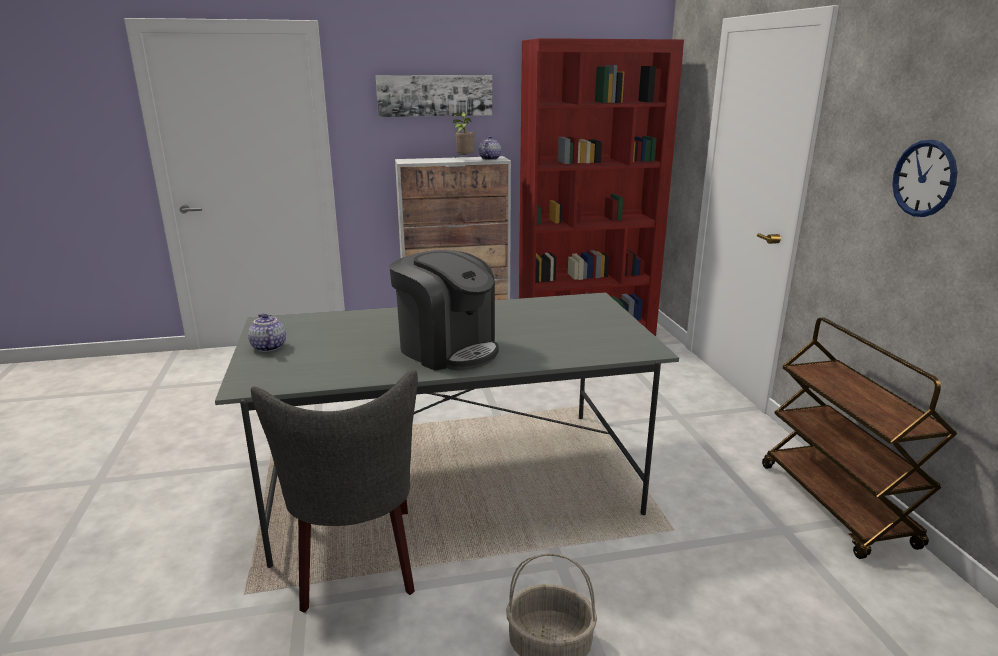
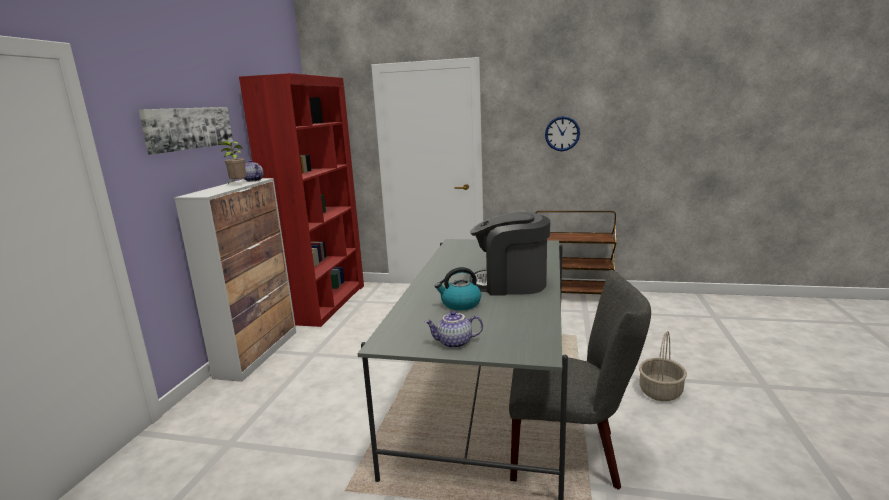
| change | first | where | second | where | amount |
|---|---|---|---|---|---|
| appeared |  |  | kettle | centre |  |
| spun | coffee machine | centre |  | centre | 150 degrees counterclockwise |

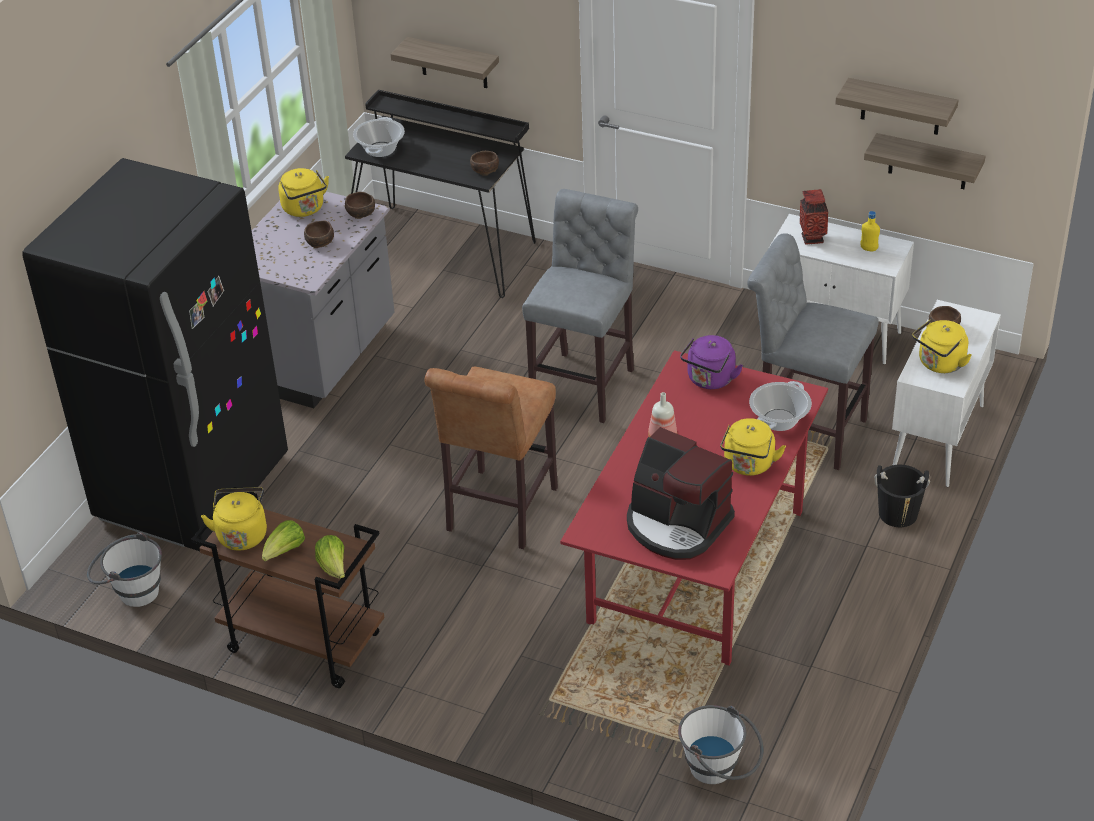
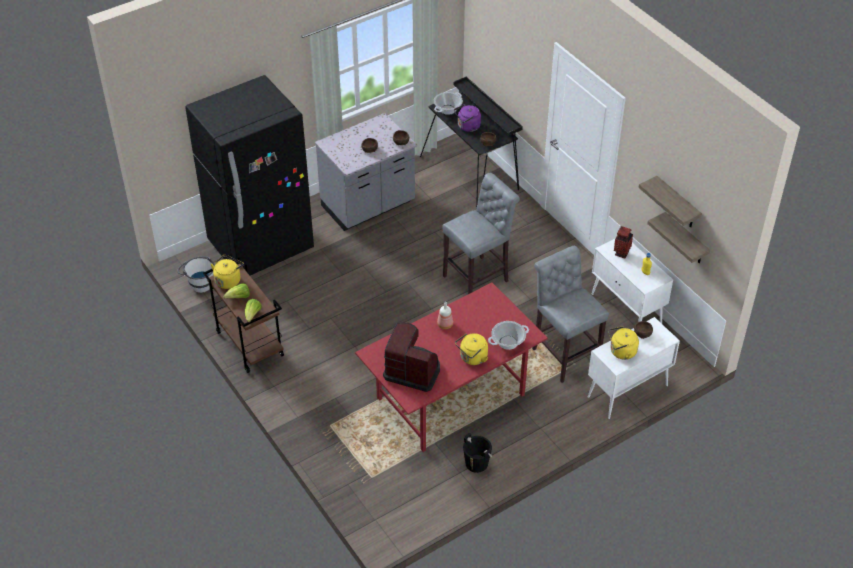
| change | first | where | second | where | amount |
|---|---|---|---|---|---|
| spun | coffee machine | centre |  | centre | 135 degrees clockwise |
| relocated | kettle/purple | centre |  | top centre |  |
| relocated | bucket/black | middle right |  | bottom centre |  |
| missing | kettle/yellow (no. 2 from left) | top left |  |  |  |
| missing | shelf (no. 1 from left) | top centre |  |  |  |
| missing | stool/brown | centre |  |  |  |
| missing | bucket/white (no. 2 from left) | bottom centre |  |  |  |

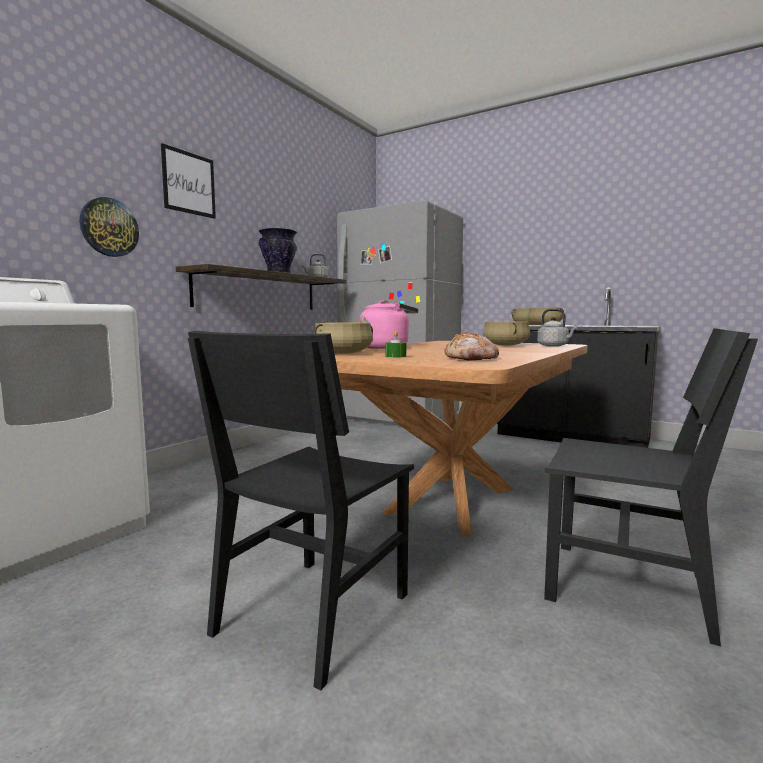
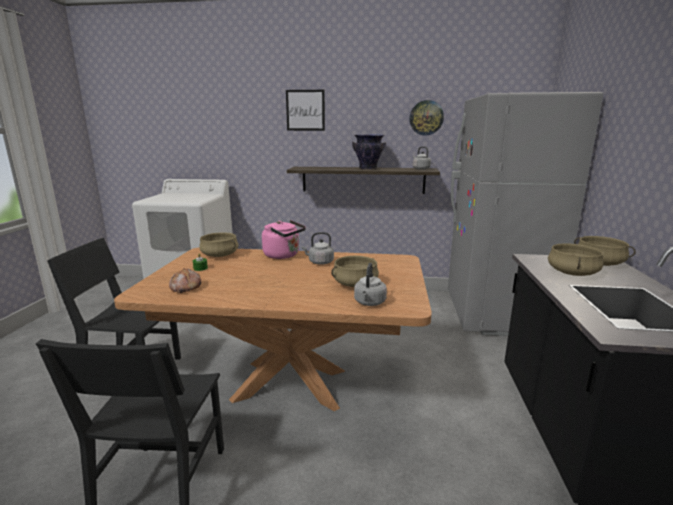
| change | first | where | second | where | amount |
|---|---|---|---|---|---|
| appeared |  |  | kettle/grey (no. 1 from left) | centre |  |
| relocated | wall clock | top left |  | top centre |  |

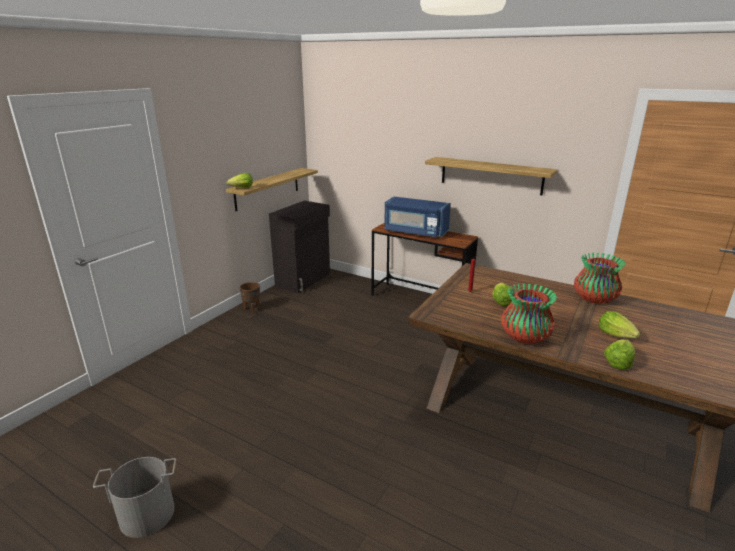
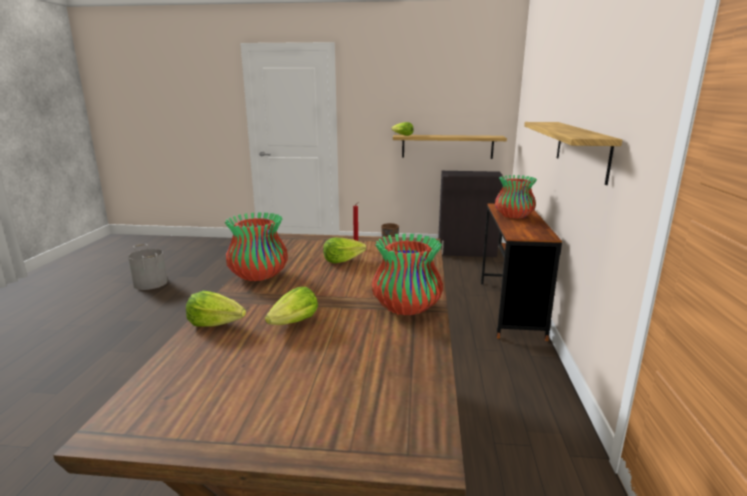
| change | first | where | second | where | amount |
|---|---|---|---|---|---|
| exchanged | microwave/blue | centre | vase (no. 3 from left) | middle right |  |

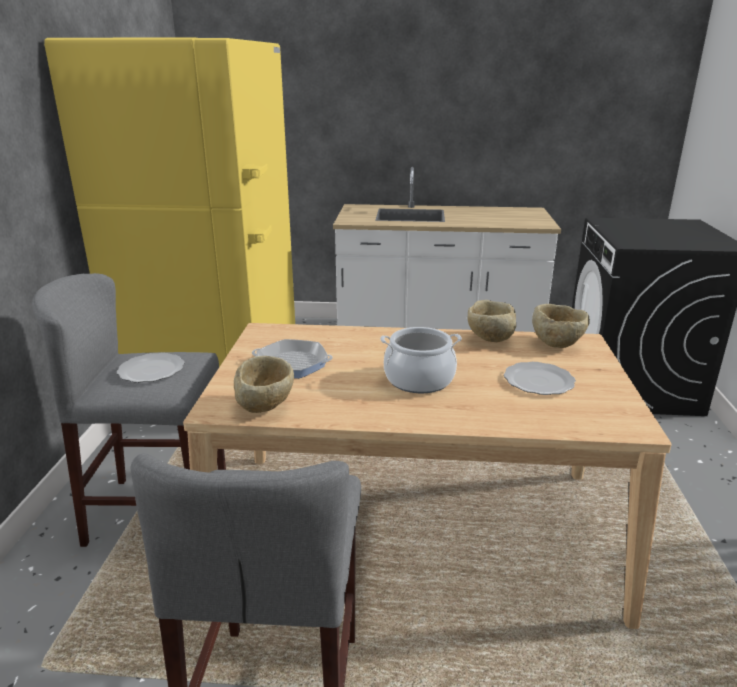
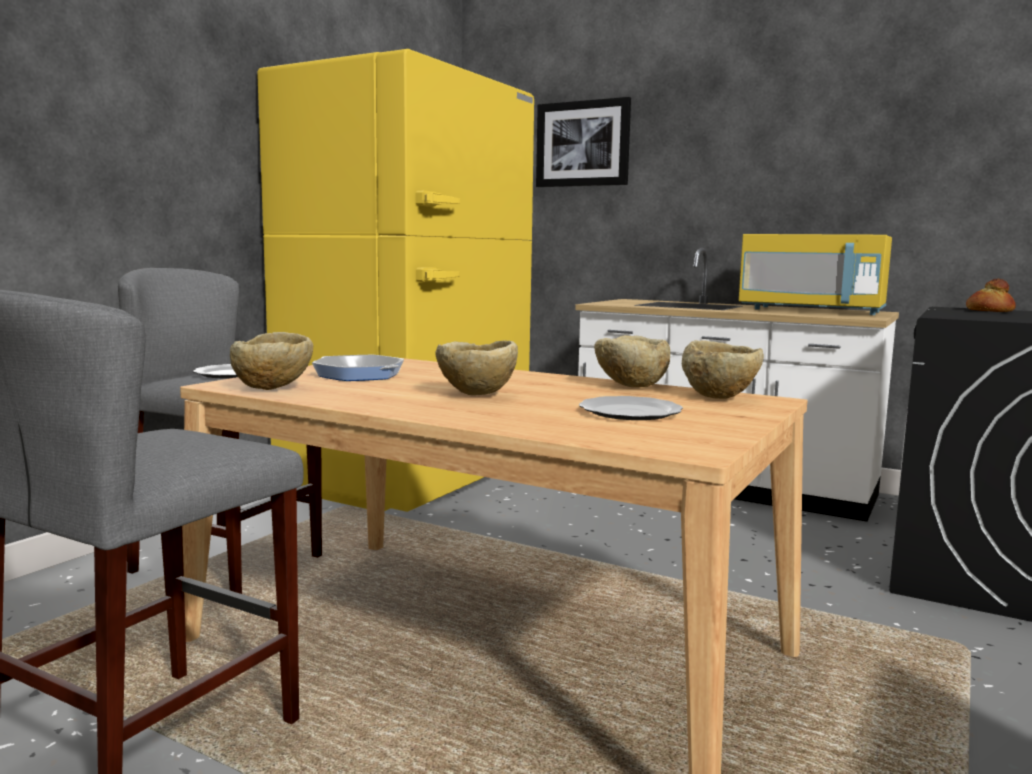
| change | first | where | second | where | amount |
|---|---|---|---|---|---|
| exchanged | cooking pot | centre | bowl/beige (no. 2 from left) | centre |  |
| appeared |  |  | picture | top centre |  |
| appeared |  |  | microwave/yellow | middle right |  |
| appeared |  |  | bread | middle right |  |

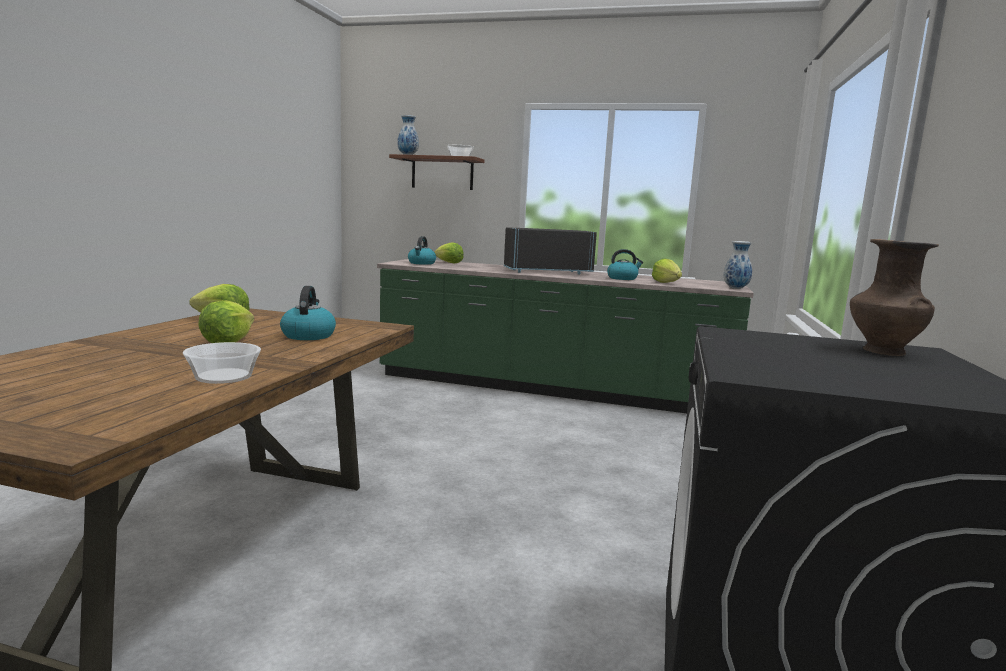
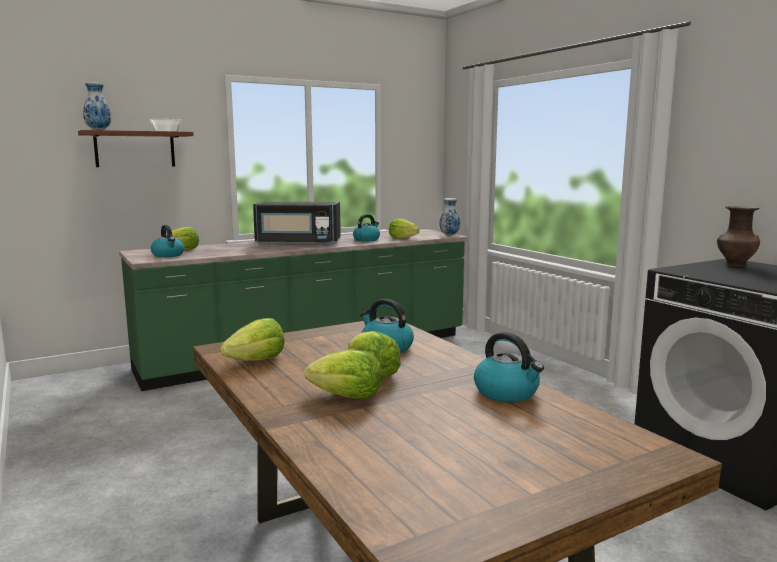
| change | first | where | second | where | amount |
|---|---|---|---|---|---|
| spun | microwave/black | centre |  | centre | 120 degrees counterclockwise |
| appeared |  |  | lettuce (no. 3 from left) | centre |  |
| exchanged | bowl (no. 1 from left) | middle left | kettle (no. 4 from left) | centre |  |

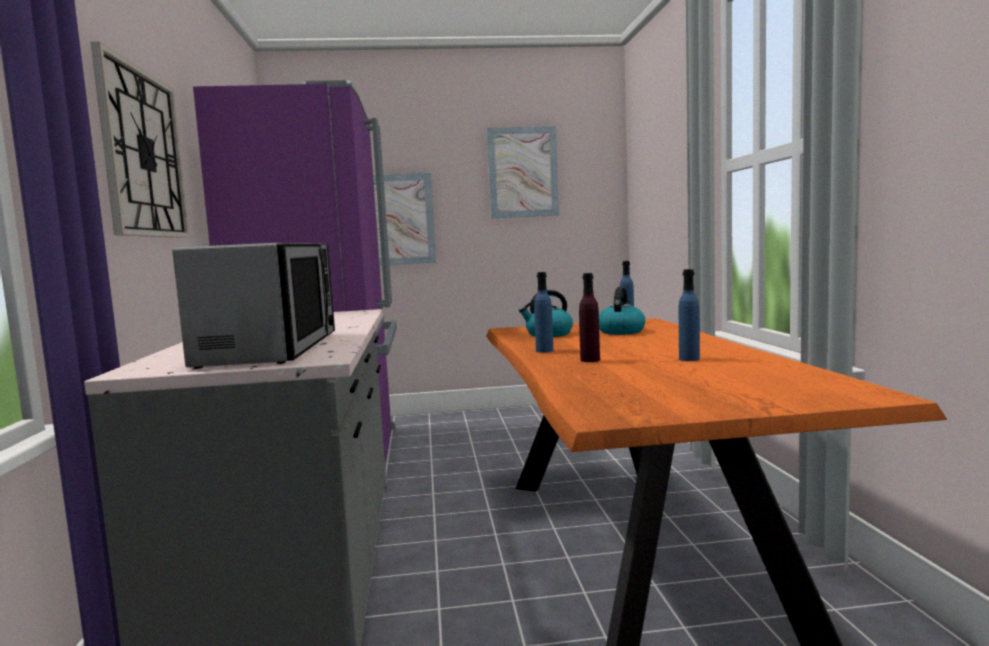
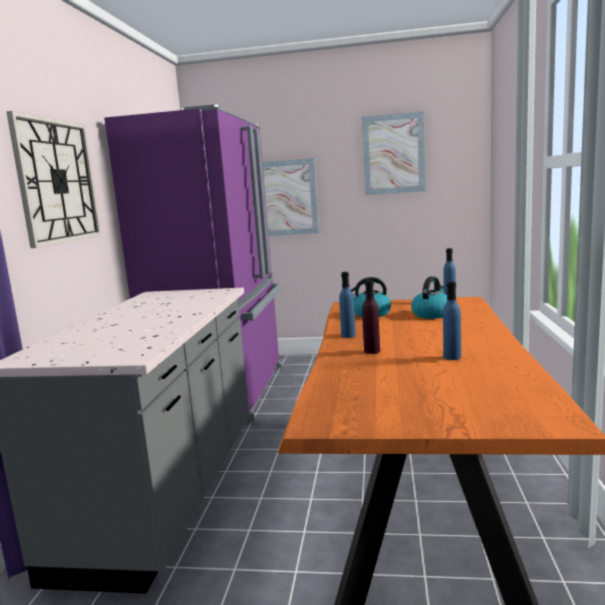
| change | first | where | second | where | amount |
|---|---|---|---|---|---|
| missing | microwave | middle left |  |  |  |

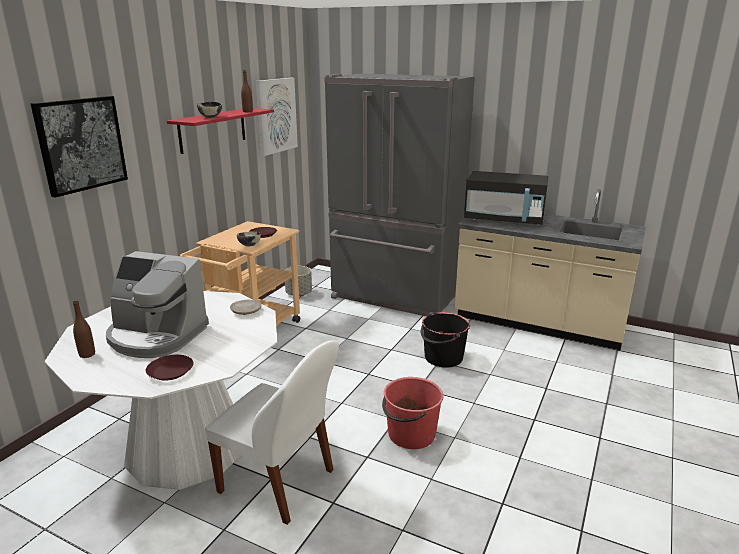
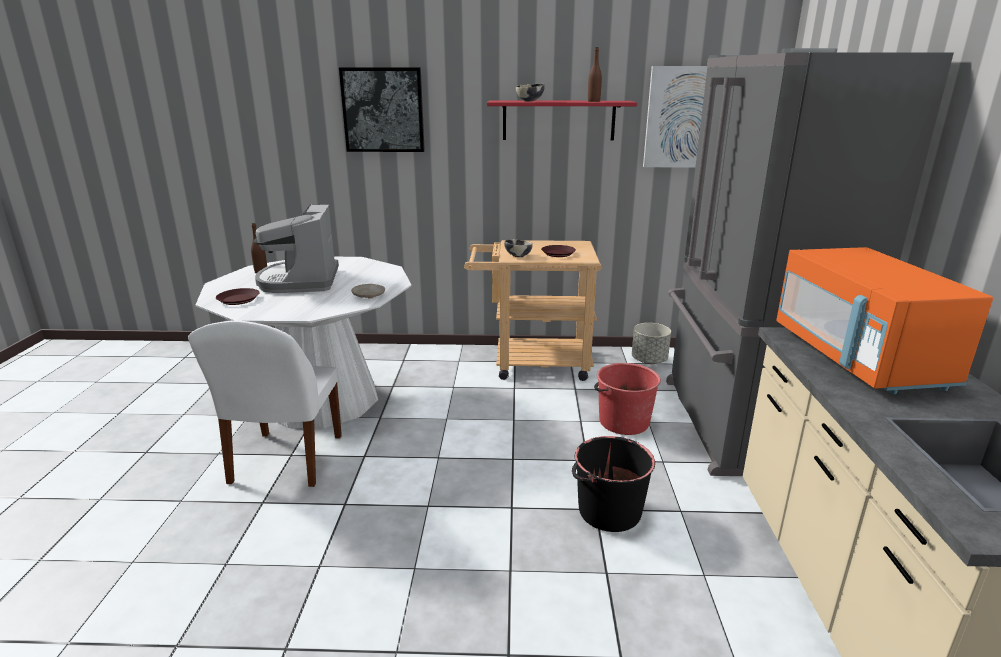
| change | first | where | second | where | amount |
|---|---|---|---|---|---|
| relocated | bucket/red | bottom centre |  | centre |  |
| colour | microwave/black | middle right | microwave/orange | middle right |  |

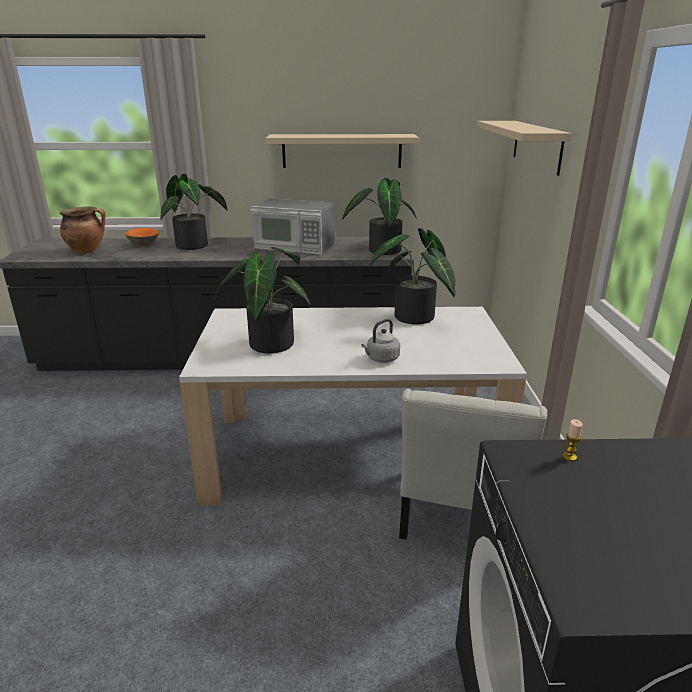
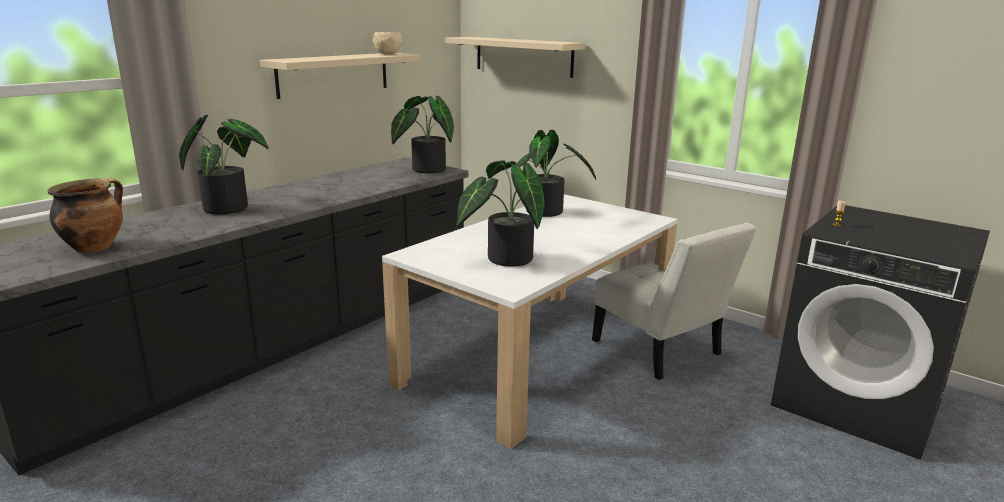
| change | first | where | second | where | amount |
|---|---|---|---|---|---|
| appeared |  |  | bowl/beige | top centre |  |
| missing | bowl/orange | middle left |  |  |  |
| missing | microwave | top centre |  |  |  |
| missing | kettle/grey | centre |  |  |  |

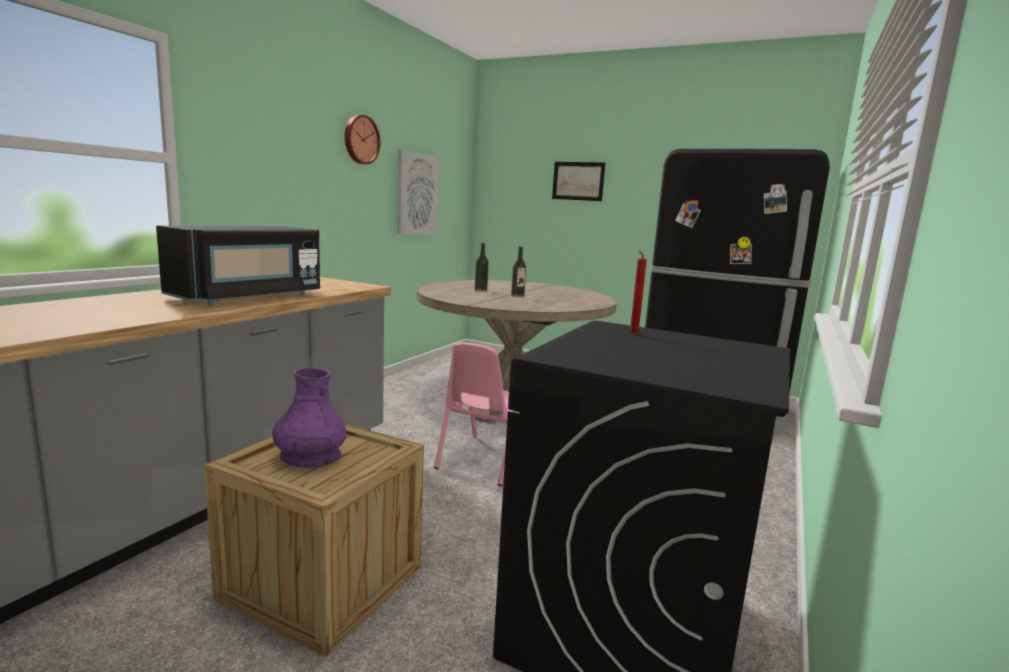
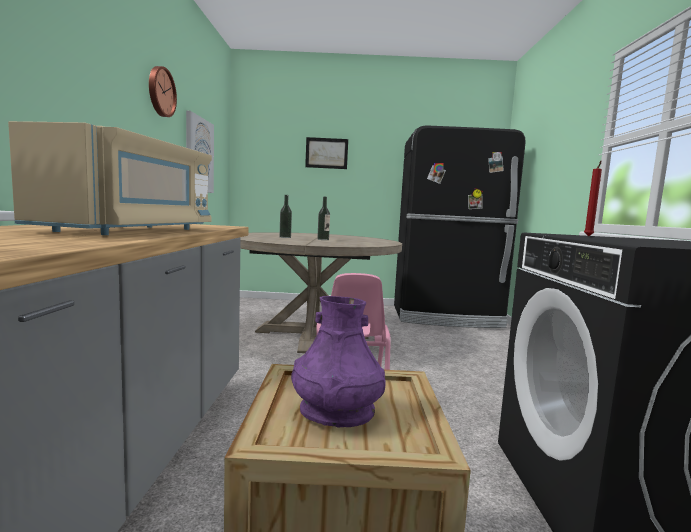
| change | first | where | second | where | amount |
|---|---|---|---|---|---|
| colour | microwave/black | middle left | microwave/beige | middle left |  |

